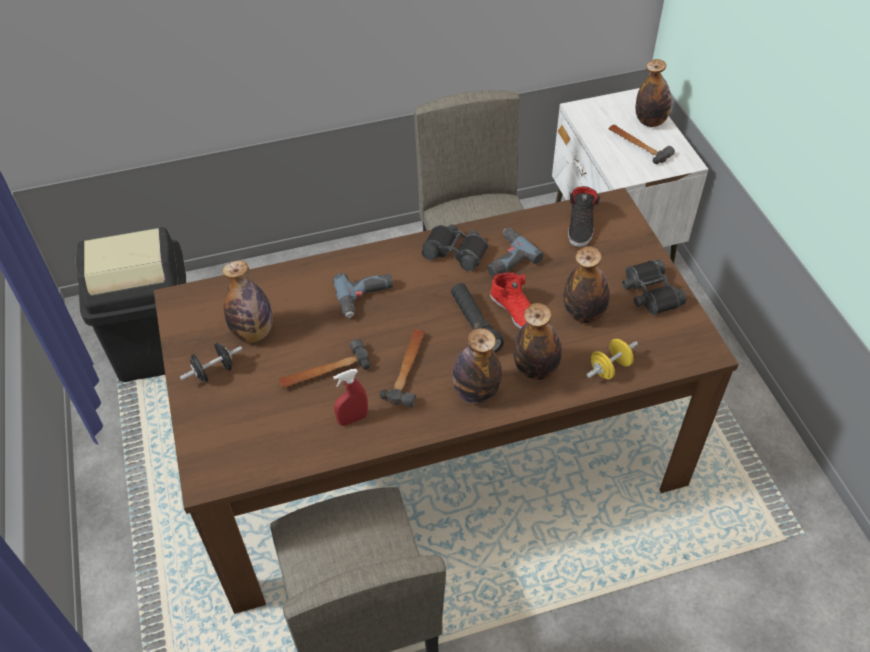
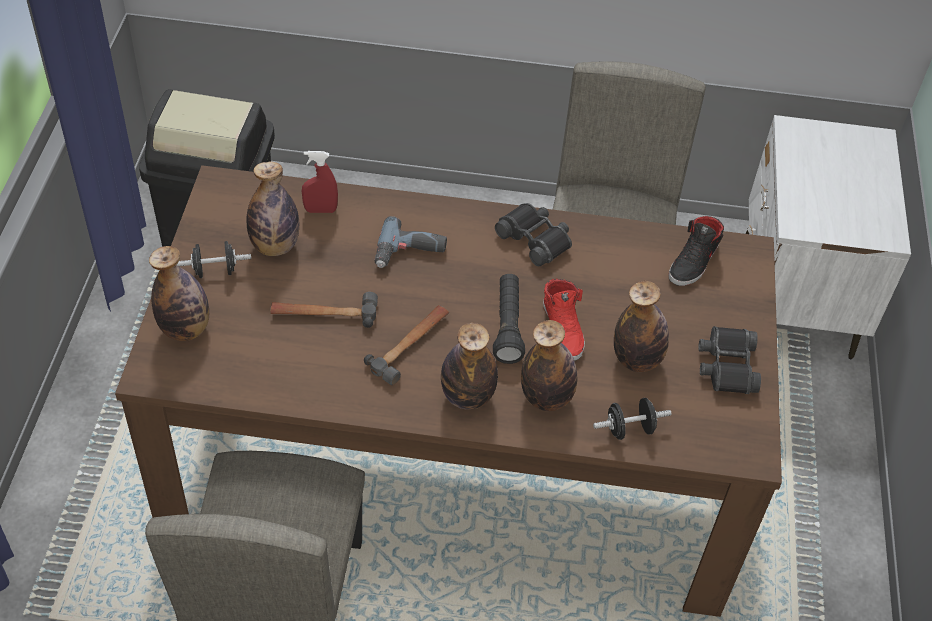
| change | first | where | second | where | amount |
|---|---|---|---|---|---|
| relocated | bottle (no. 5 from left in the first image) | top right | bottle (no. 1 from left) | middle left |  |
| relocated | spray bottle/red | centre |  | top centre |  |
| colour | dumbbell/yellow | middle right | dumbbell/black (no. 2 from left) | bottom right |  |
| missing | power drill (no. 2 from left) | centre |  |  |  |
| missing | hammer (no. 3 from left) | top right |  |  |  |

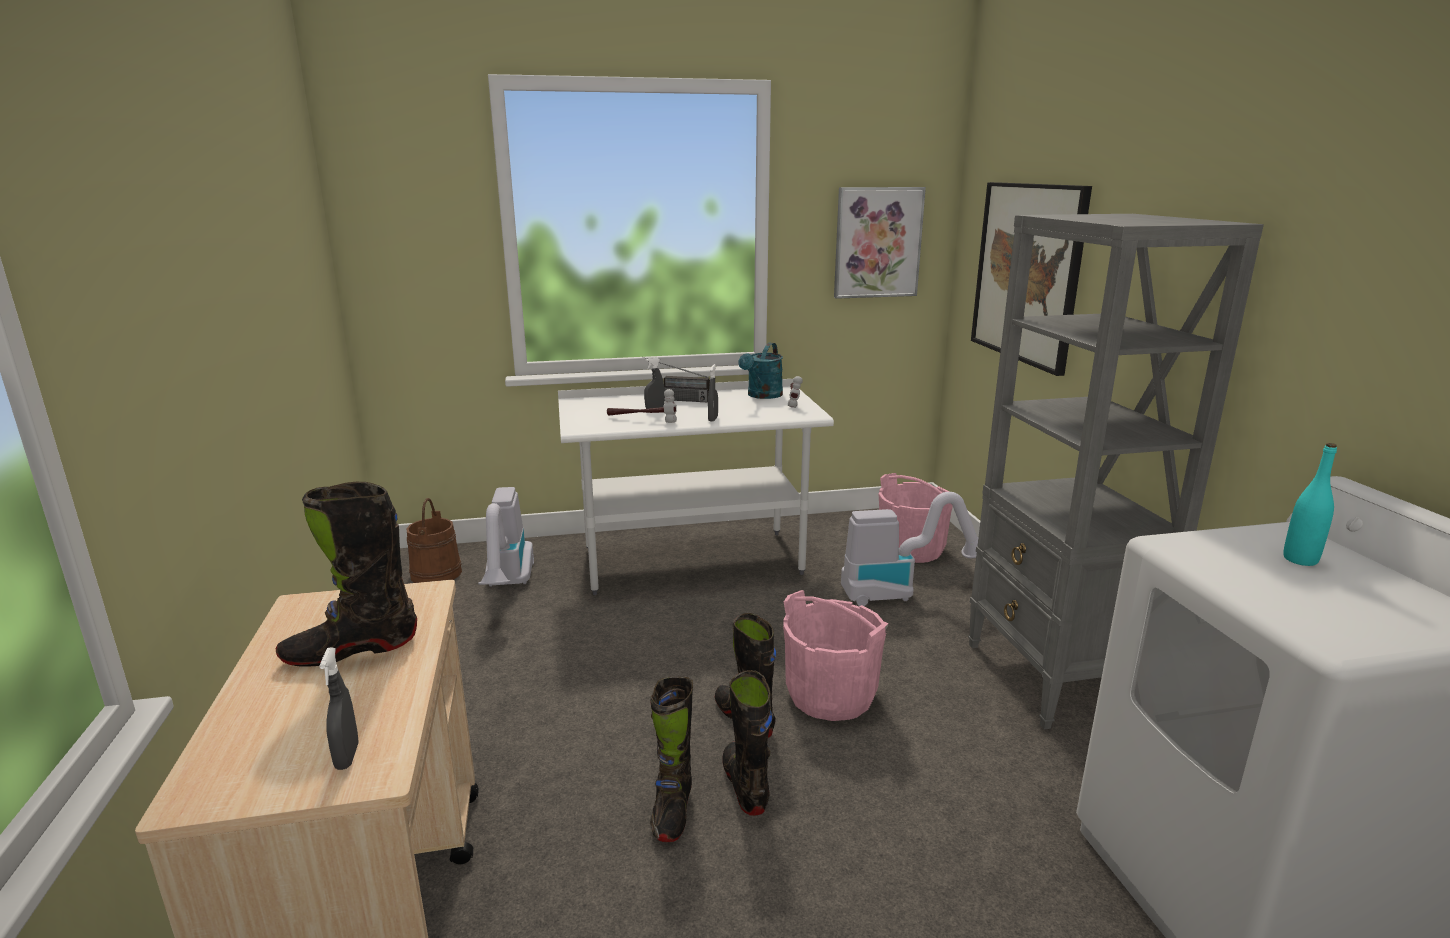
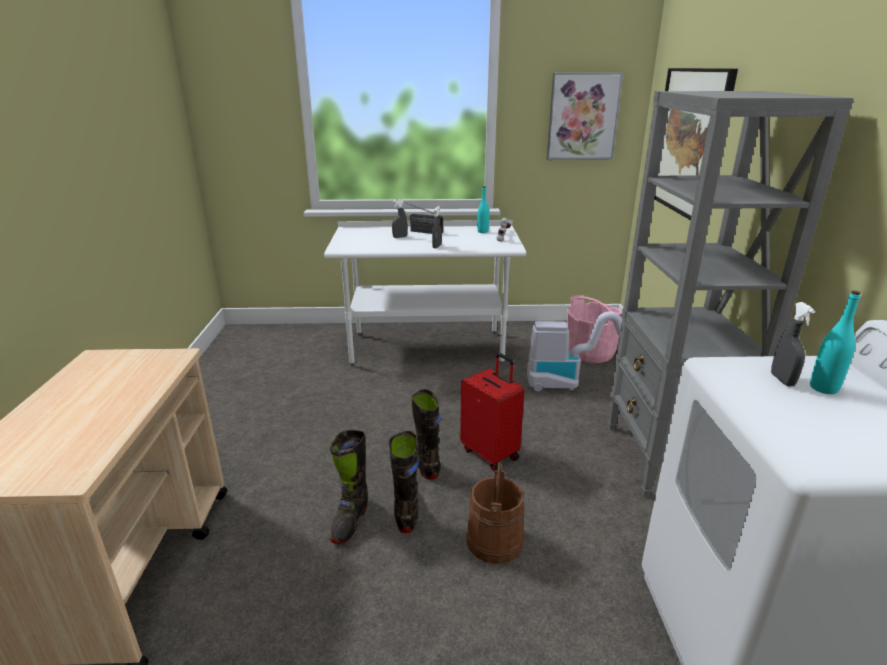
| change | first | where | second | where | amount |
|---|---|---|---|---|---|
| exchanged | bucket/pink (no. 1 from left) | bottom centre | suitcase/red | centre |  |
| relocated | bucket/brown | middle left |  | bottom centre |  |
| exchanged | watering can/turquoise | centre | bottle/turquoise (no. 1 from left) | top centre |  |
| relocated | spray bottle/grey (no. 1 from left in the first image) | bottom left | spray bottle/grey (no. 3 from left) | middle right |  |
| missing | boot/black (no. 1 from left) | middle left |  |  |  |
| missing | vacuum cleaner (no. 1 from left) | centre |  |  |  |
| missing | hammer (no. 1 from left) | centre |  |  |  |

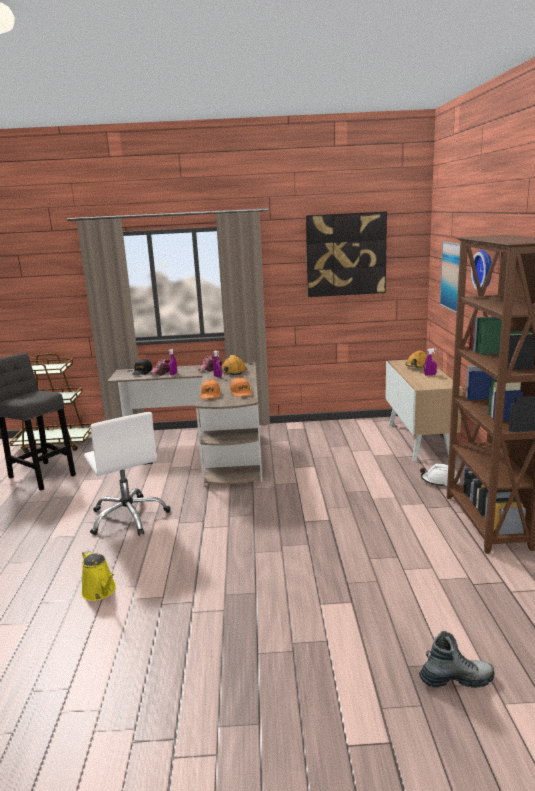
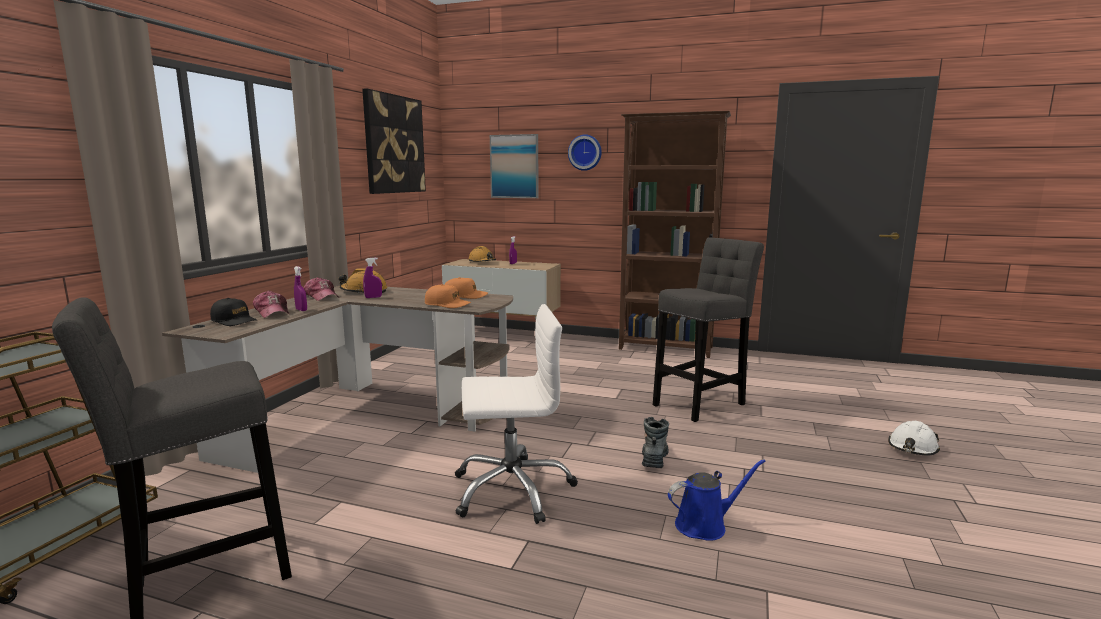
| change | first | where | second | where | amount |
|---|---|---|---|---|---|
| relocated | boot | bottom right |  | bottom centre |  |
| appeared |  |  | stool/grey (no. 2 from left) | centre |  |
| colour | watering can/yellow | bottom left | watering can/blue | bottom centre |  |
| relocated | hard hat/white | middle right |  | bottom right |  |

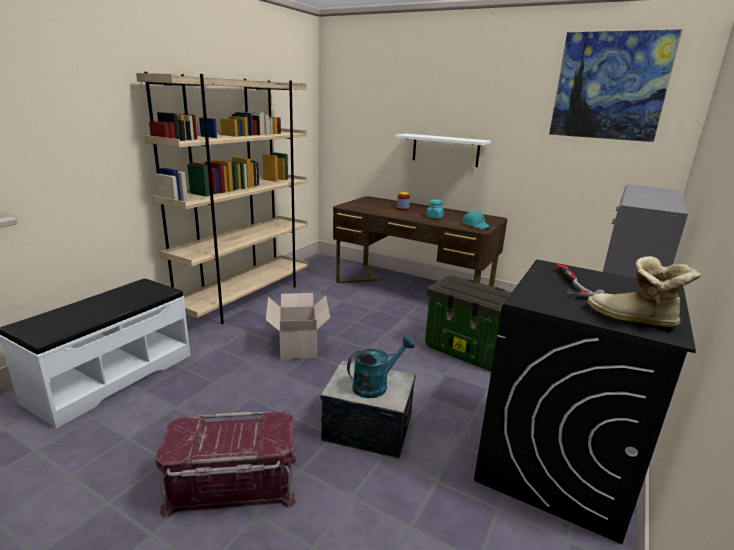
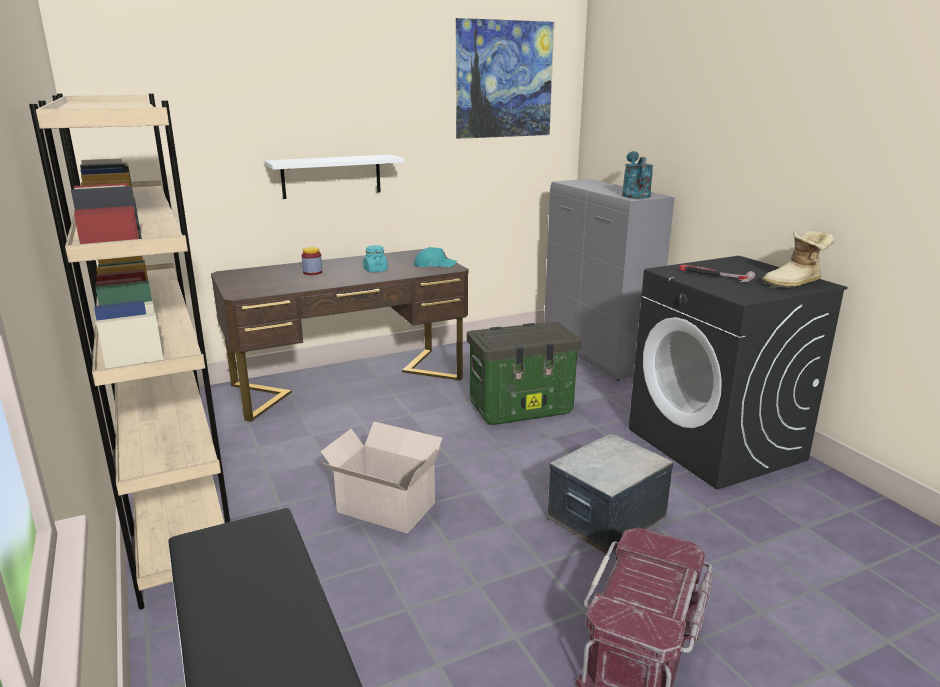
| change | first | where | second | where | amount |
|---|---|---|---|---|---|
| relocated | watering can/turquoise | bottom centre |  | top right |  |

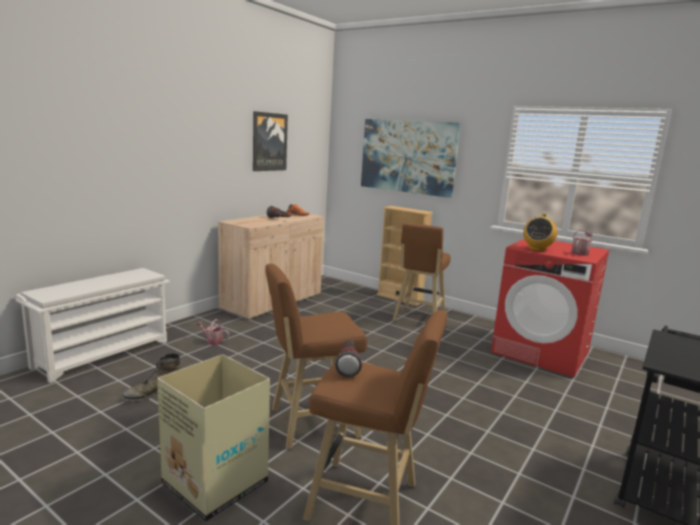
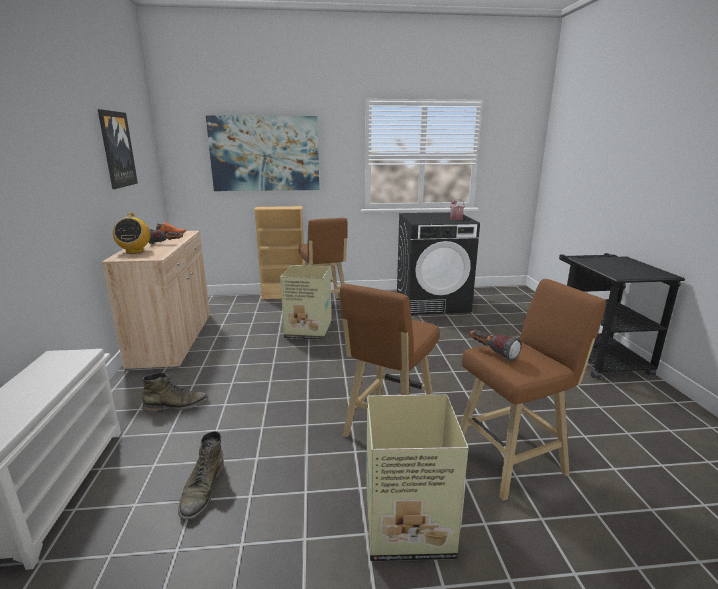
| change | first | where | second | where | amount |
|---|---|---|---|---|---|
| relocated | radio | middle right |  | middle left |  |
| exchanged | watering can (no. 1 from left) | middle left | boot/green (no. 1 from left) | middle left |  |
| appeared |  |  | cardboard box (no. 1 from left) | centre |  |
| colour | washing machine/red | middle right | washing machine/black | centre |  |

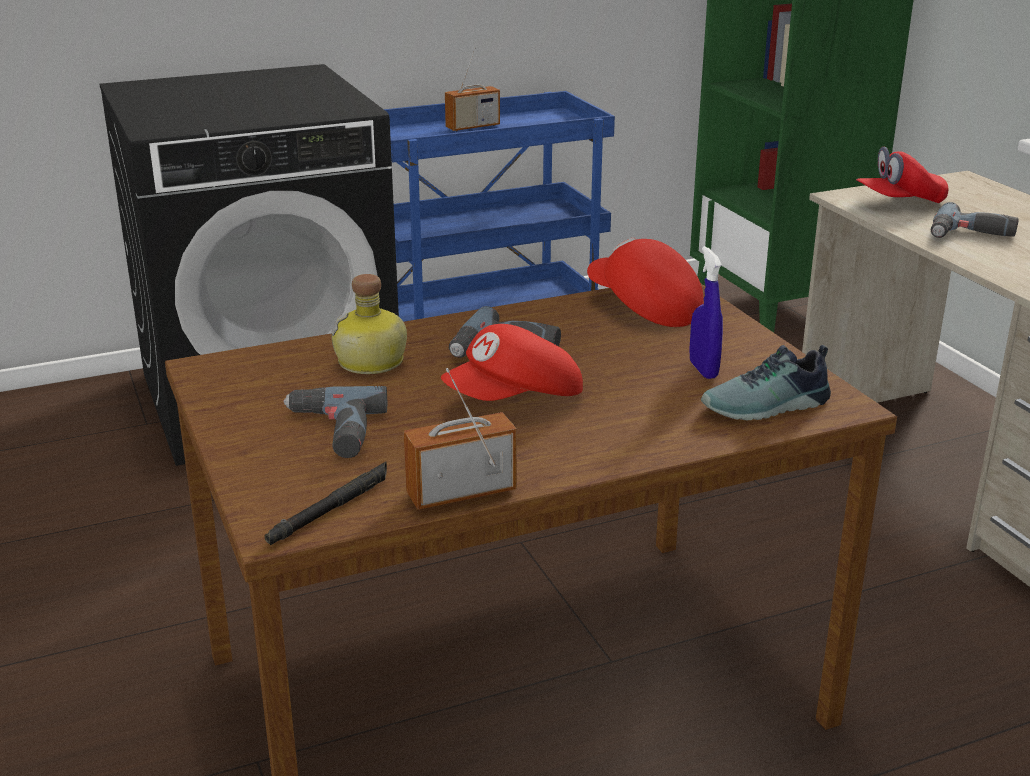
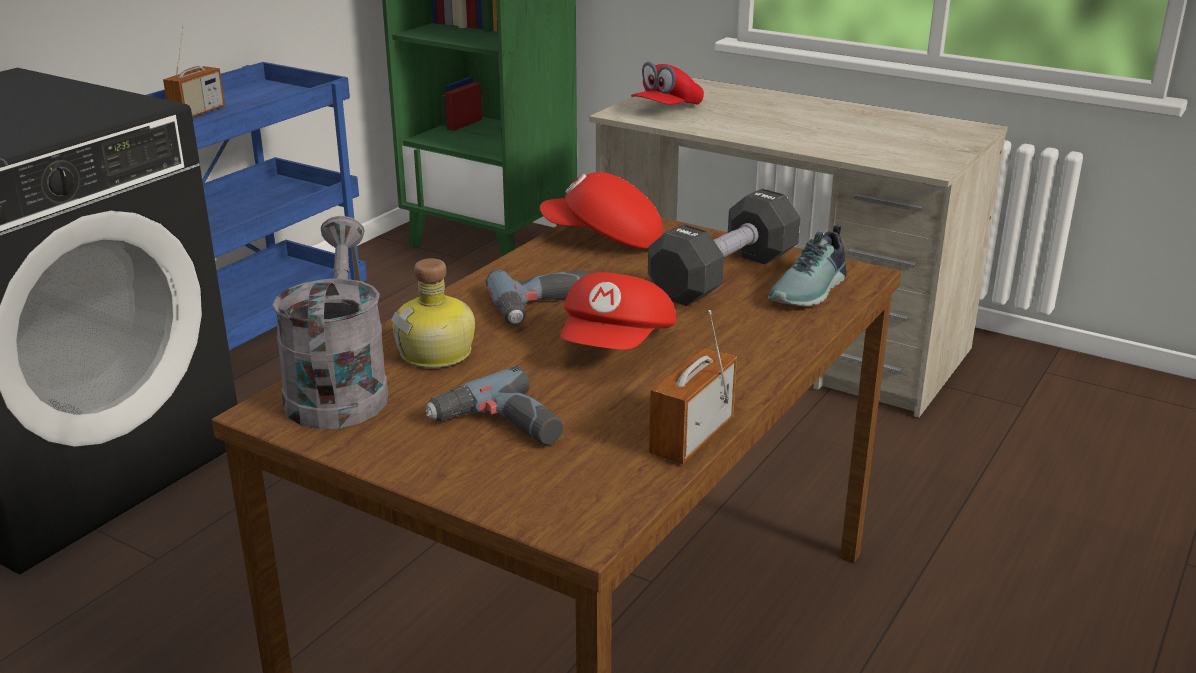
| change | first | where | second | where | amount |
|---|---|---|---|---|---|
| appeared |  |  | watering can/grey | middle left |  |
| exchanged | spray bottle/blue | middle right | dumbbell/black | centre |  |
| missing | flashlight/black | middle left |  |  |  |
| missing | power drill (no. 3 from left) | top right |  |  |  |

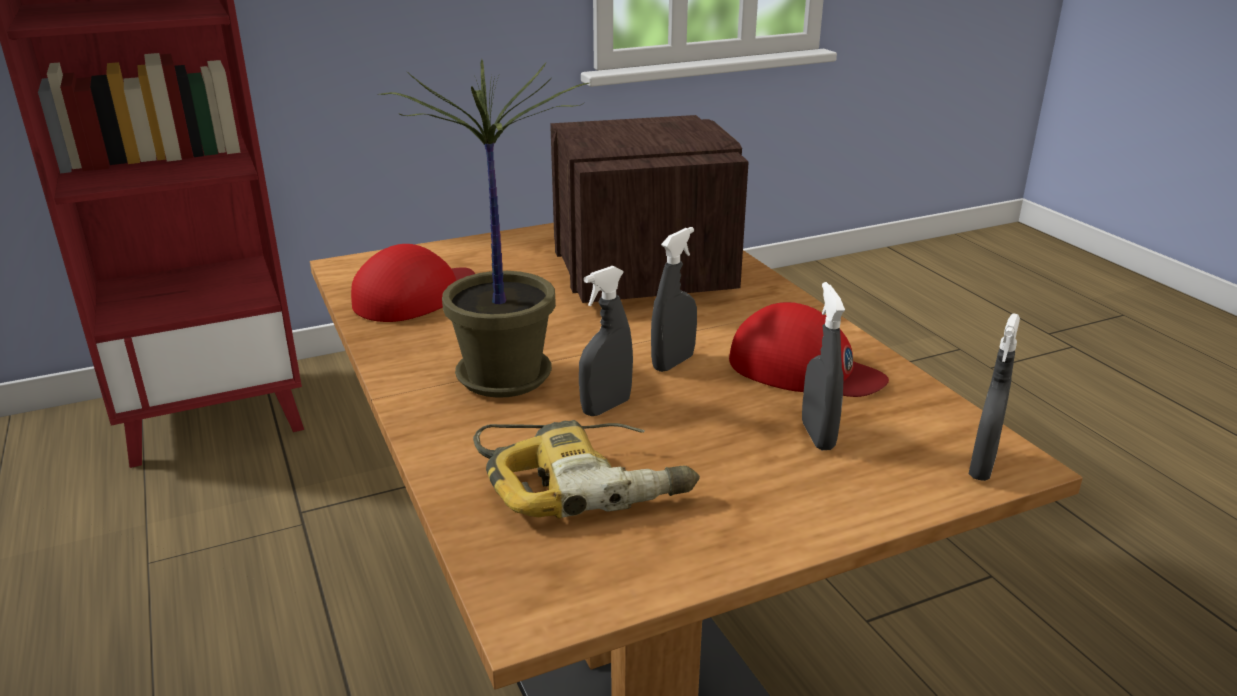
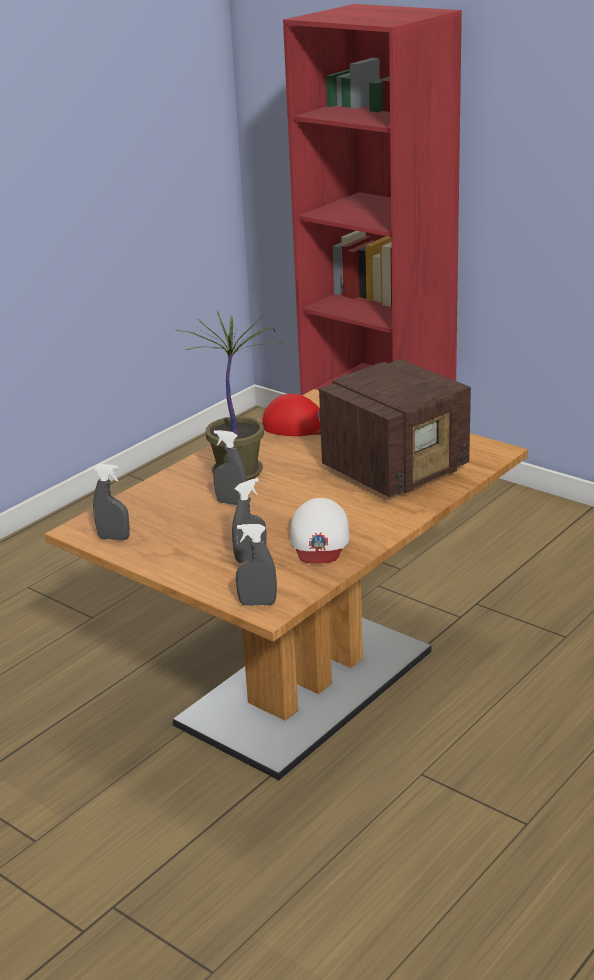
| change | first | where | second | where | amount |
|---|---|---|---|---|---|
| relocated | spray bottle/grey (no. 2 from left in the first image) | centre | spray bottle/grey (no. 1 from left) | middle left |  |
| colour | cap/red (no. 2 from left) | centre | cap/white | centre |  |
| missing | power drill | bottom centre |  |  |  |

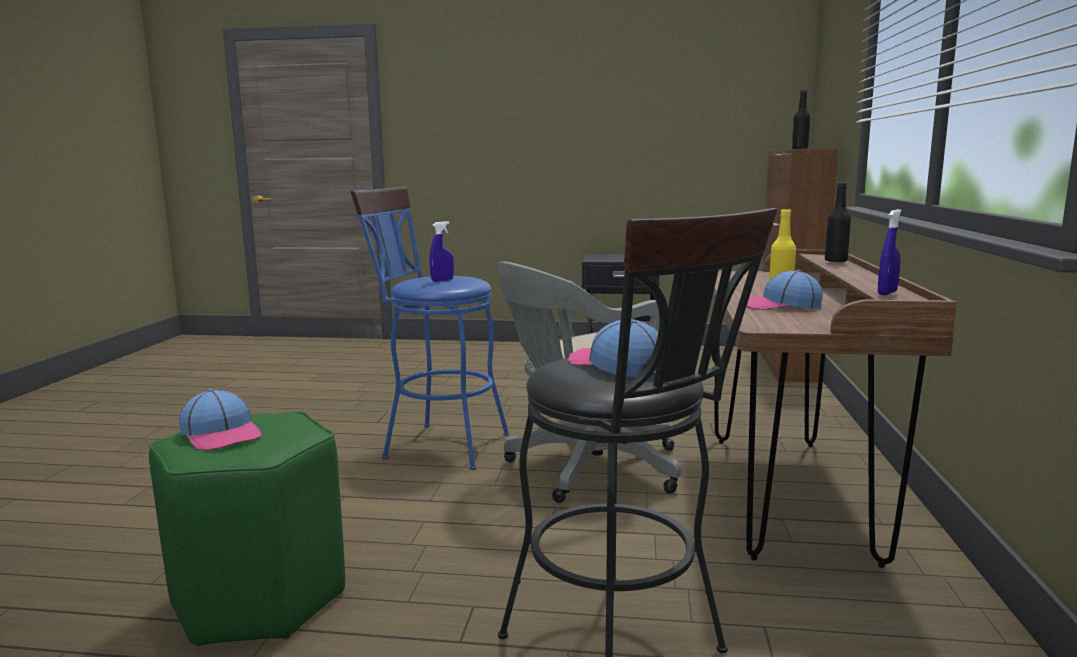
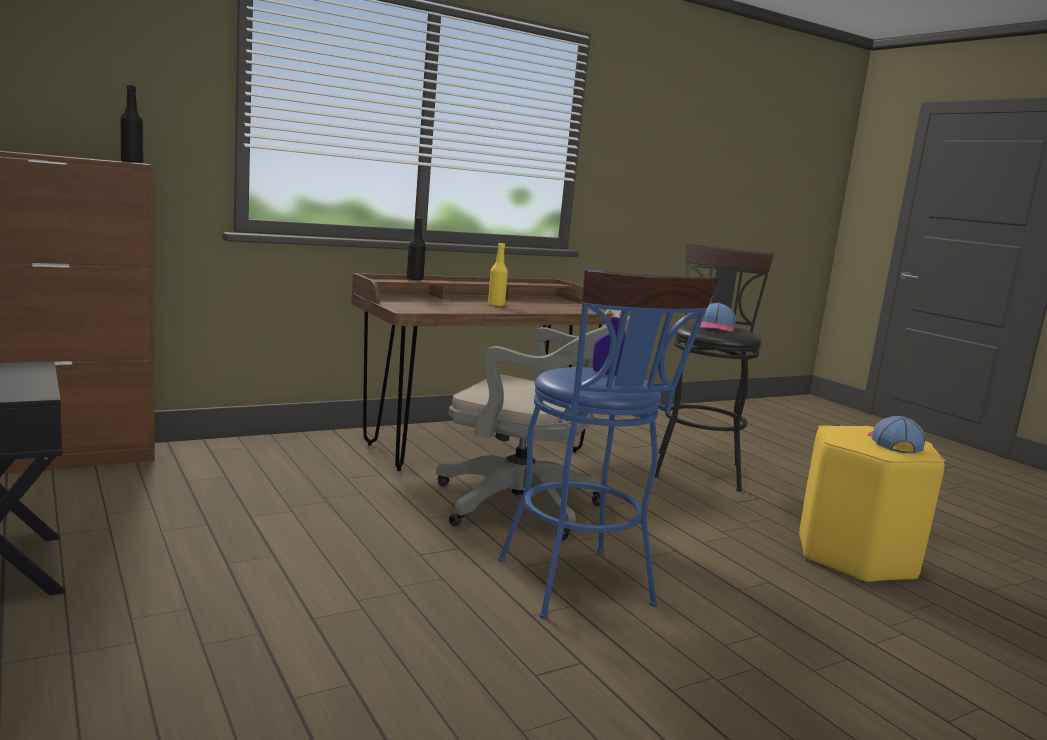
| change | first | where | second | where | amount |
|---|---|---|---|---|---|
| colour | stool/green | bottom left | stool/yellow | bottom right |  |
| missing | cap (no. 3 from left) | middle right |  |  |  |
| missing | spray bottle/blue (no. 2 from left) | middle right |  |  |  |

